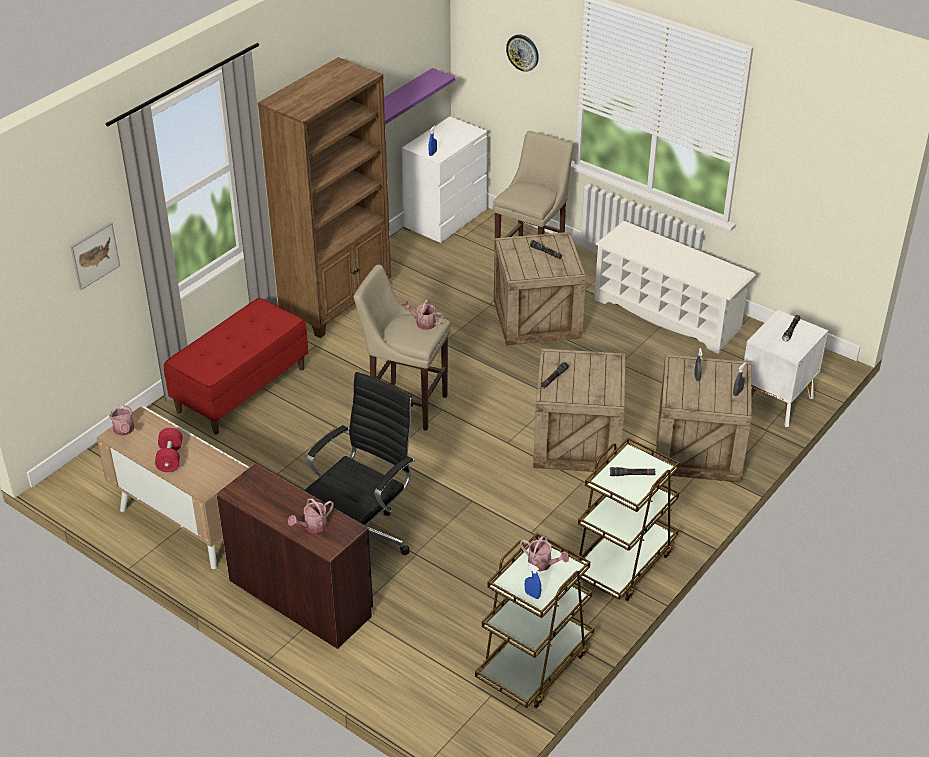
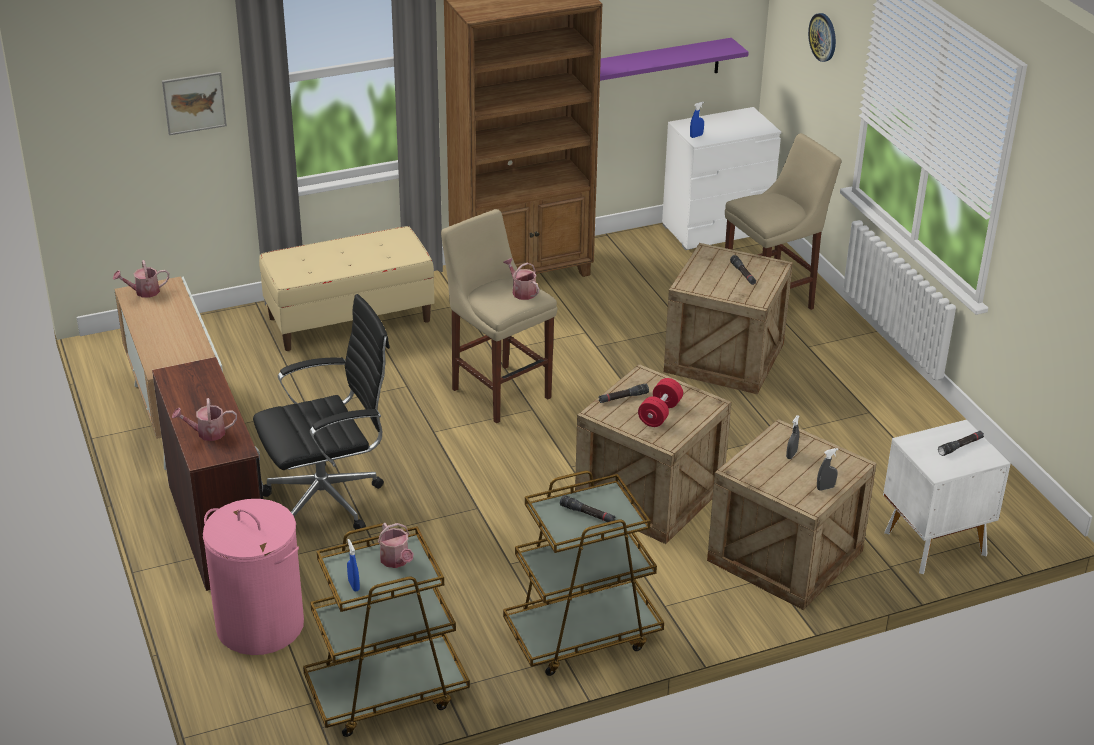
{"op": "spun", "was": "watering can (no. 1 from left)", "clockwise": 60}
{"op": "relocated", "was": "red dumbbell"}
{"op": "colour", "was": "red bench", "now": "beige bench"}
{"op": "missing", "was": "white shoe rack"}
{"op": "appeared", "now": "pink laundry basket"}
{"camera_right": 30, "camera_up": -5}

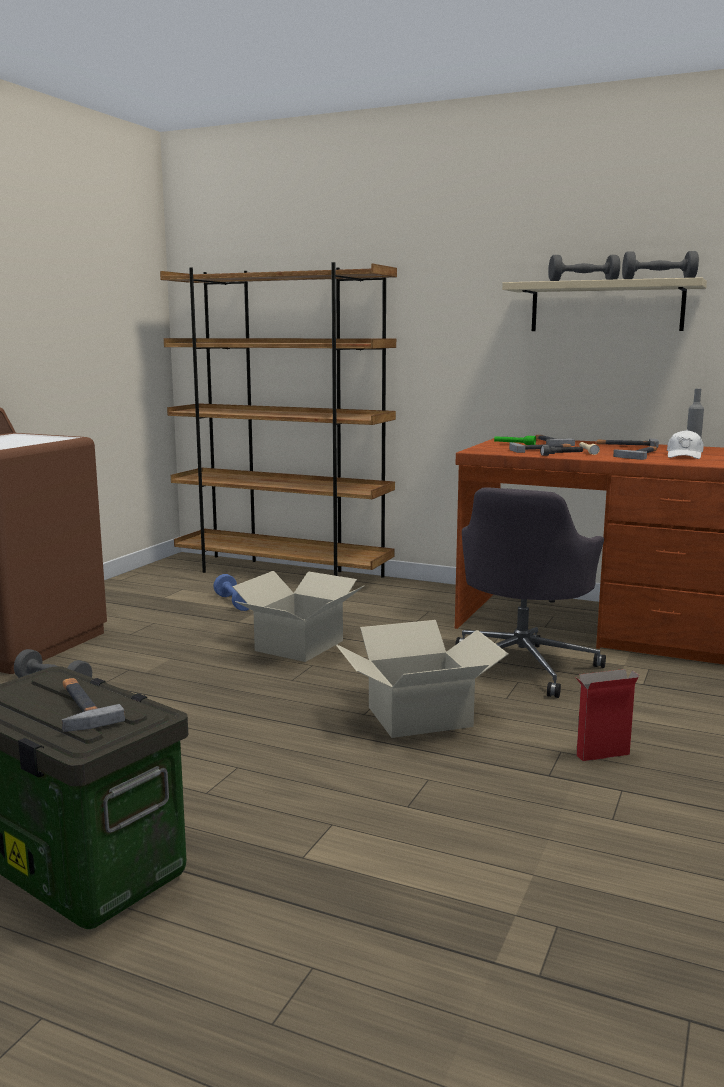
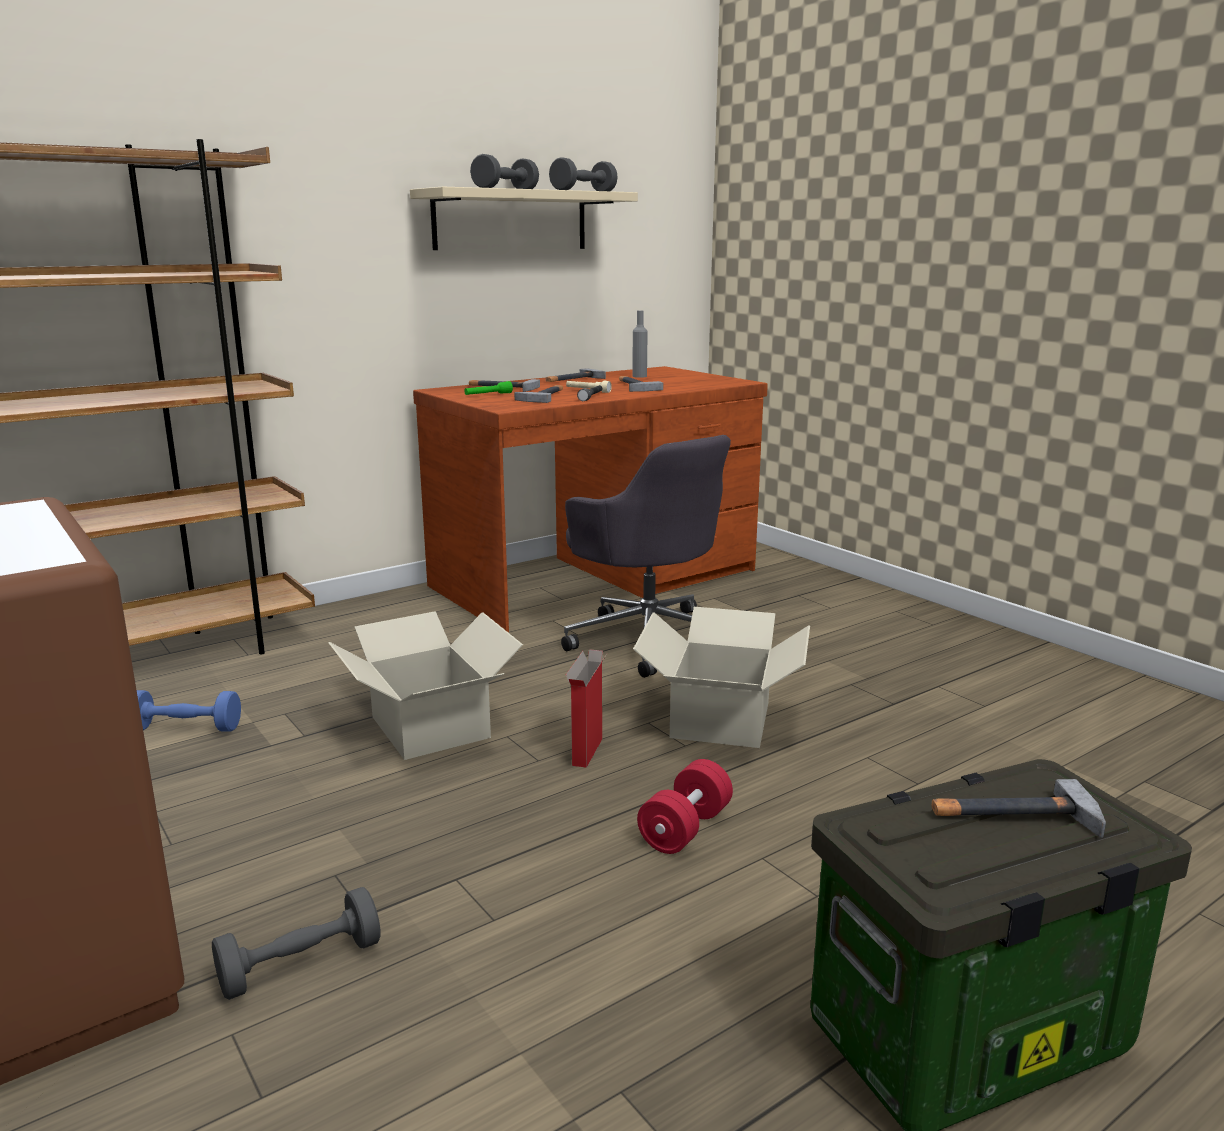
{"op": "relocated", "was": "cardboard box (no. 3 from left in the first image)", "now": "cardboard box (no. 2 from left)"}
{"op": "missing", "was": "white cap"}
{"op": "appeared", "now": "red dumbbell"}
{"camera_right": -60, "camera_up": 5}

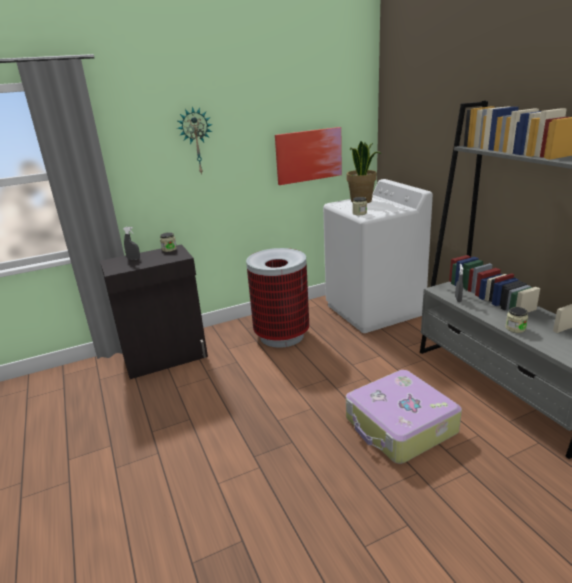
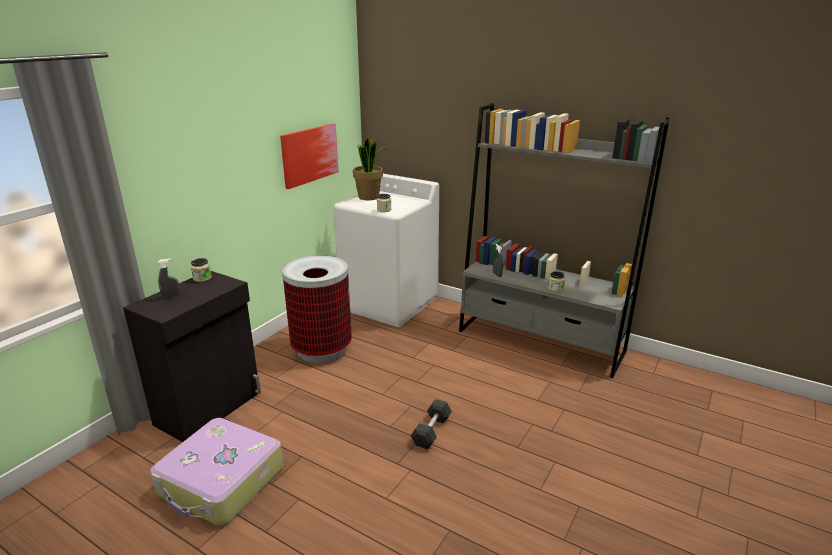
{"op": "missing", "was": "wall clock"}
{"op": "relocated", "was": "suitcase"}
{"op": "appeared", "now": "grey dumbbell"}
{"camera_right": -35, "camera_up": 0}

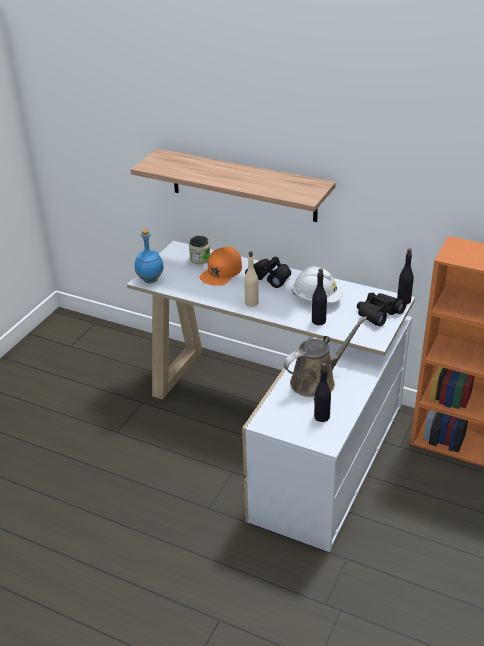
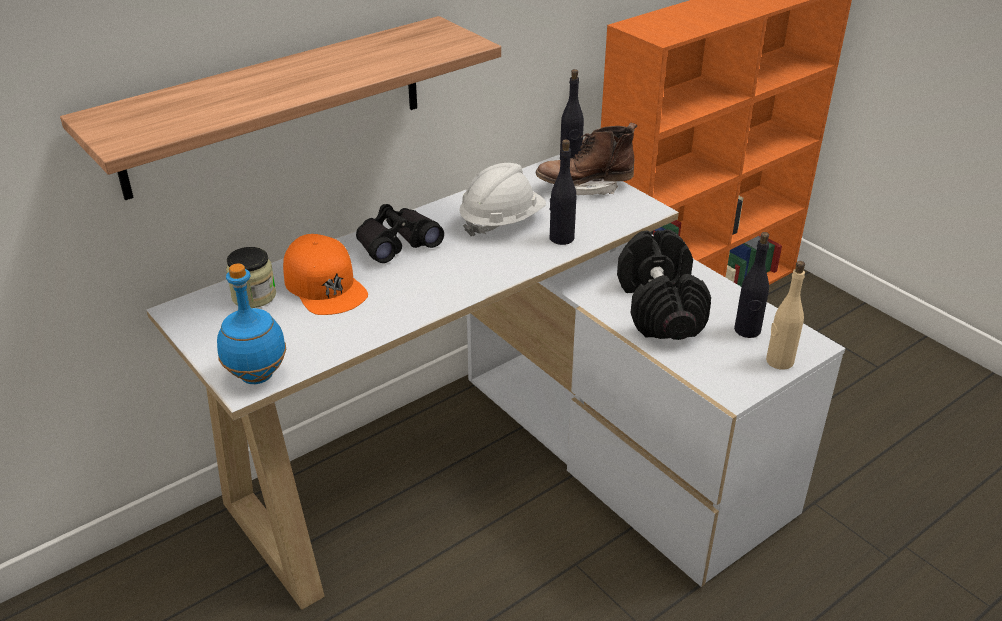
{"op": "relocated", "was": "beige bottle"}
{"op": "exchanged", "was": "brown watering can", "now": "black dumbbell"}
{"op": "exchanged", "was": "black binoculars (no. 2 from left)", "now": "brown boot"}
{"camera_right": -65, "camera_up": 0}

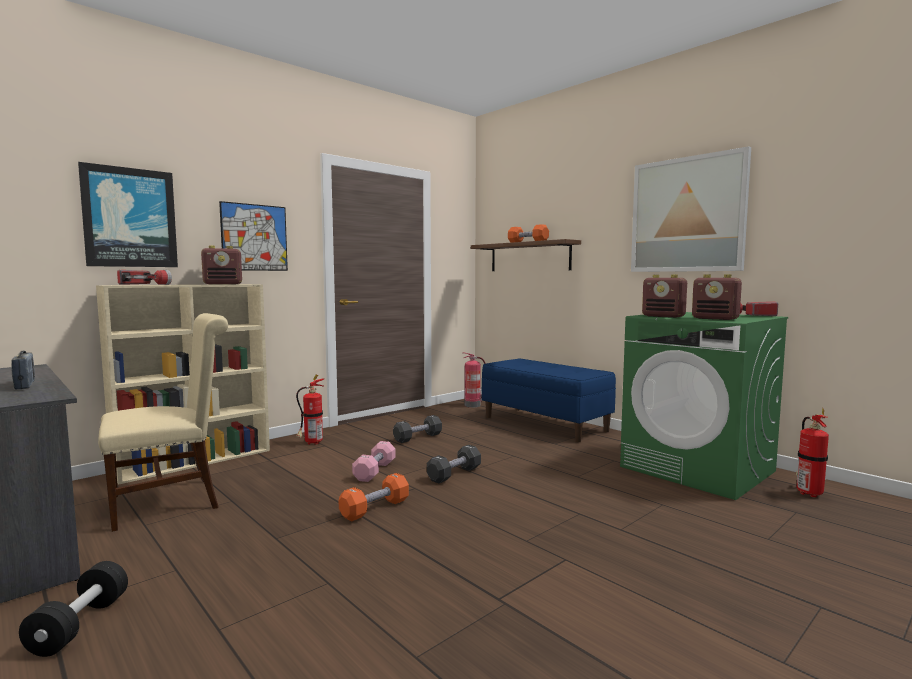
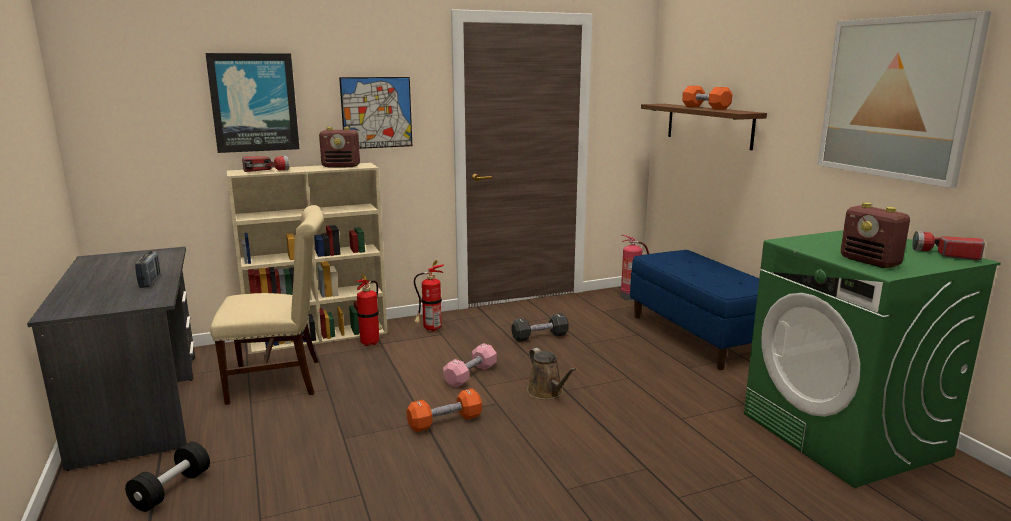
{"op": "exchanged", "was": "black dumbbell (no. 3 from left)", "now": "brown watering can"}
{"op": "missing", "was": "radio (no. 3 from left)"}
{"op": "relocated", "was": "fire extinguisher (no. 3 from left in the first image)", "now": "fire extinguisher (no. 1 from left)"}
{"camera_right": 20, "camera_up": 10}

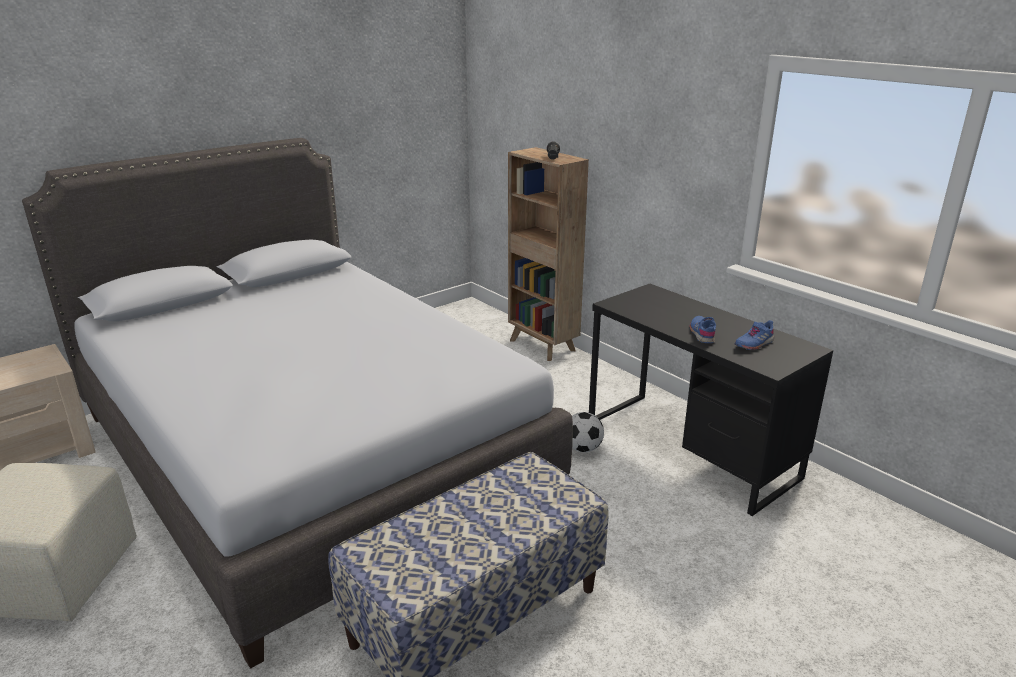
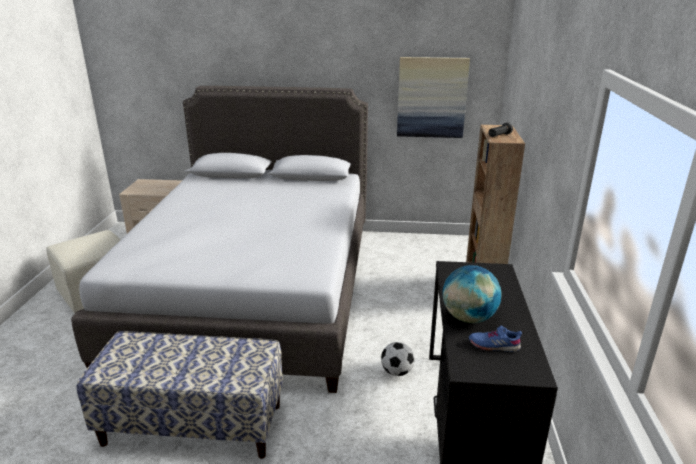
{"op": "exchanged", "was": "blue shoe (no. 1 from left)", "now": "globe"}
{"op": "appeared", "now": "picture"}
{"camera_right": 45, "camera_up": 0}

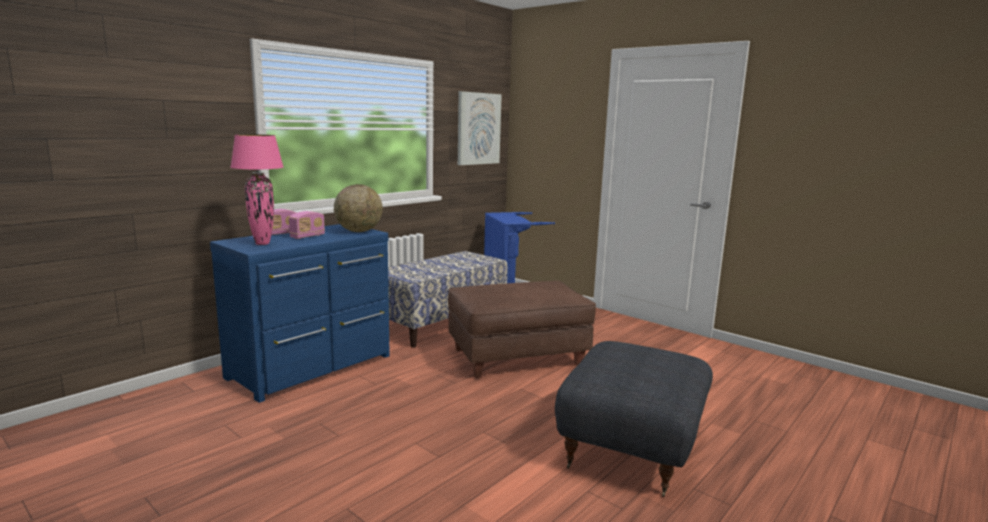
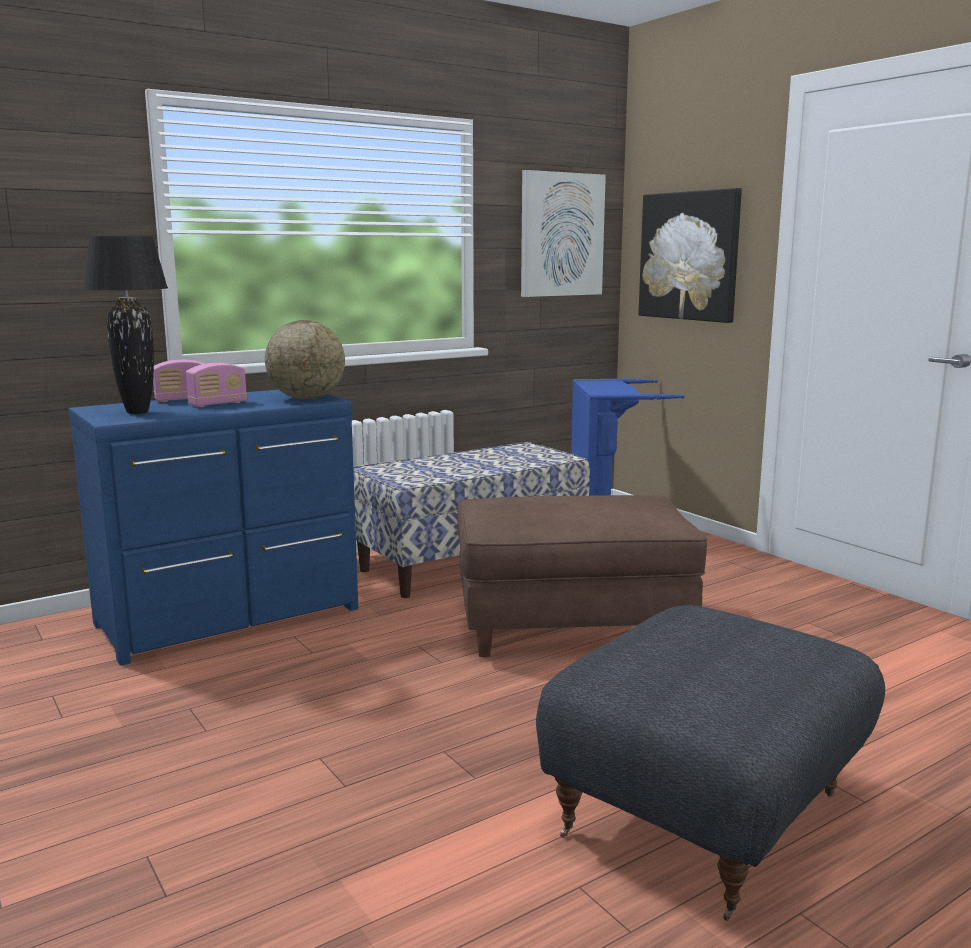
{"op": "colour", "was": "pink table lamp", "now": "black table lamp"}
{"op": "appeared", "now": "picture (no. 2 from left)"}
{"camera_right": 15, "camera_up": 0}

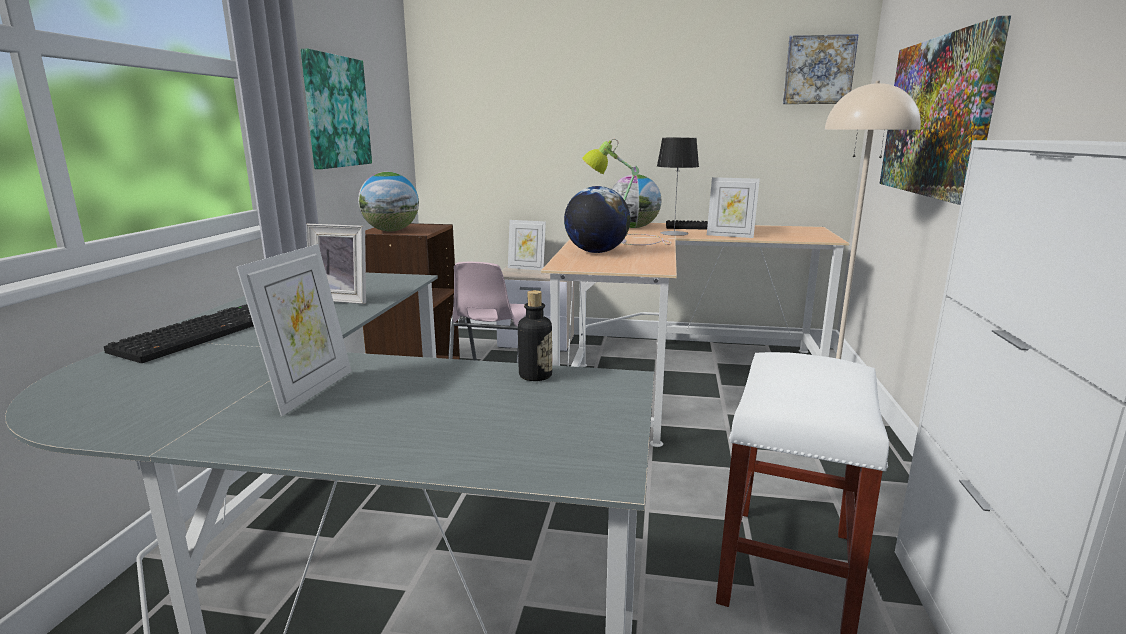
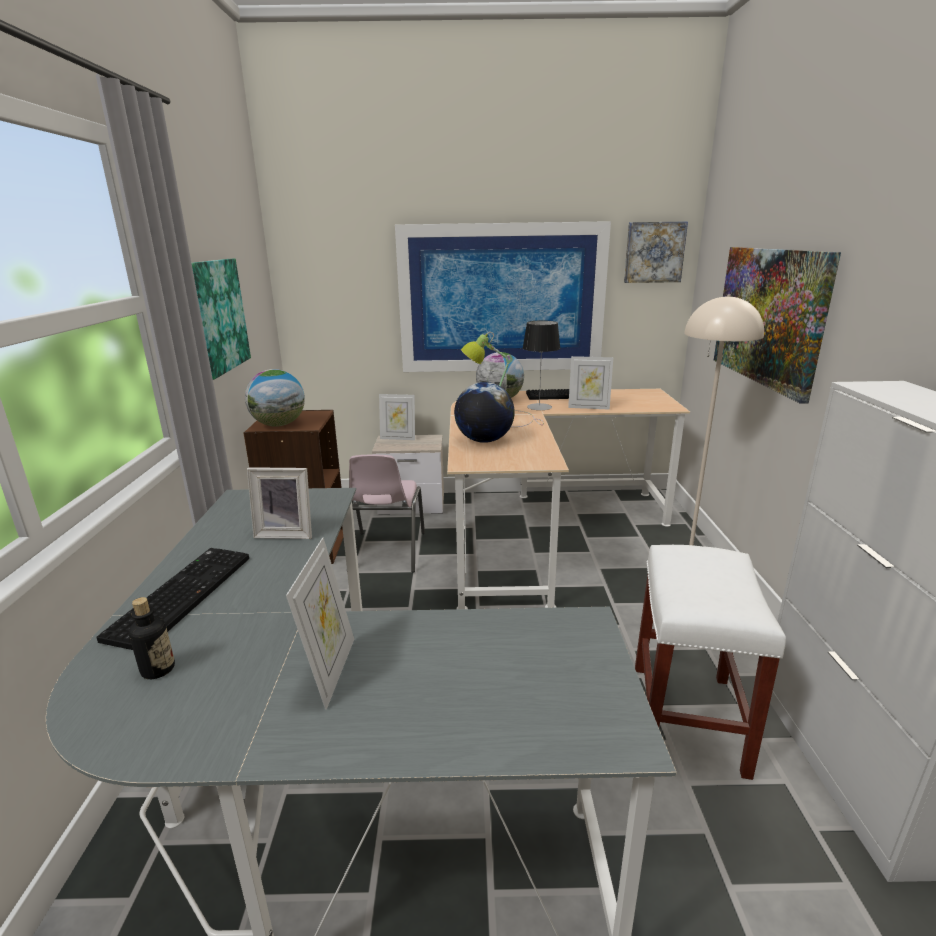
{"op": "relocated", "was": "bottle"}
{"op": "appeared", "now": "picture (no. 2 from left)"}
{"camera_right": -10, "camera_up": 5}

